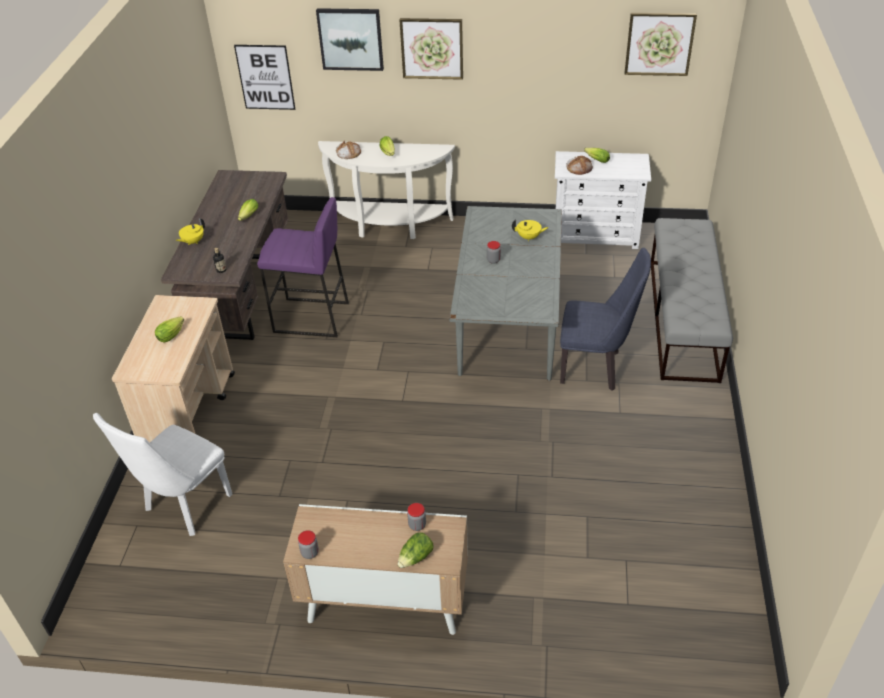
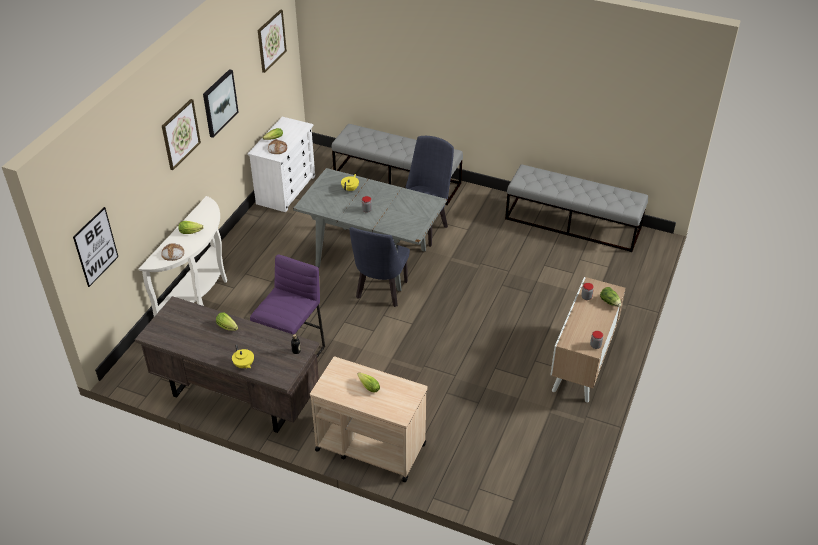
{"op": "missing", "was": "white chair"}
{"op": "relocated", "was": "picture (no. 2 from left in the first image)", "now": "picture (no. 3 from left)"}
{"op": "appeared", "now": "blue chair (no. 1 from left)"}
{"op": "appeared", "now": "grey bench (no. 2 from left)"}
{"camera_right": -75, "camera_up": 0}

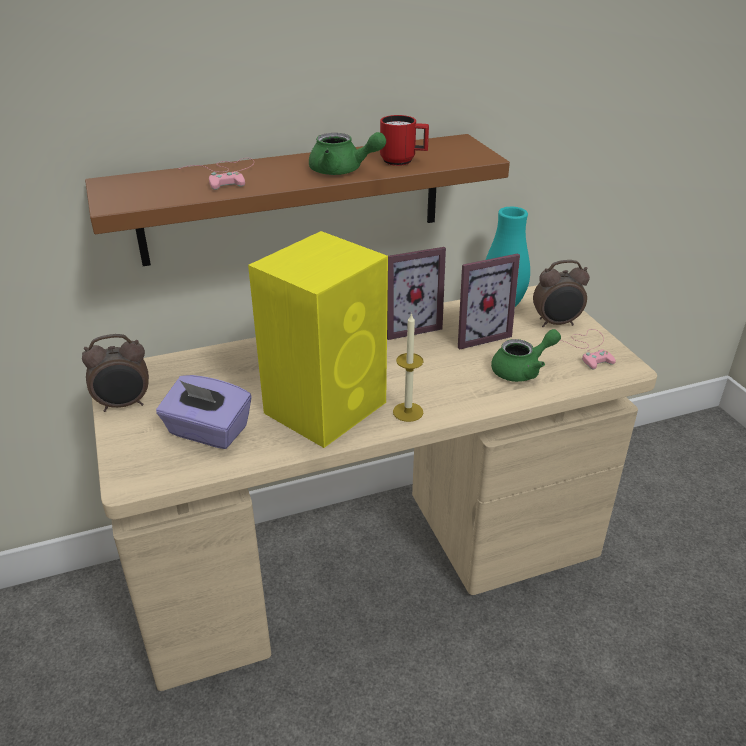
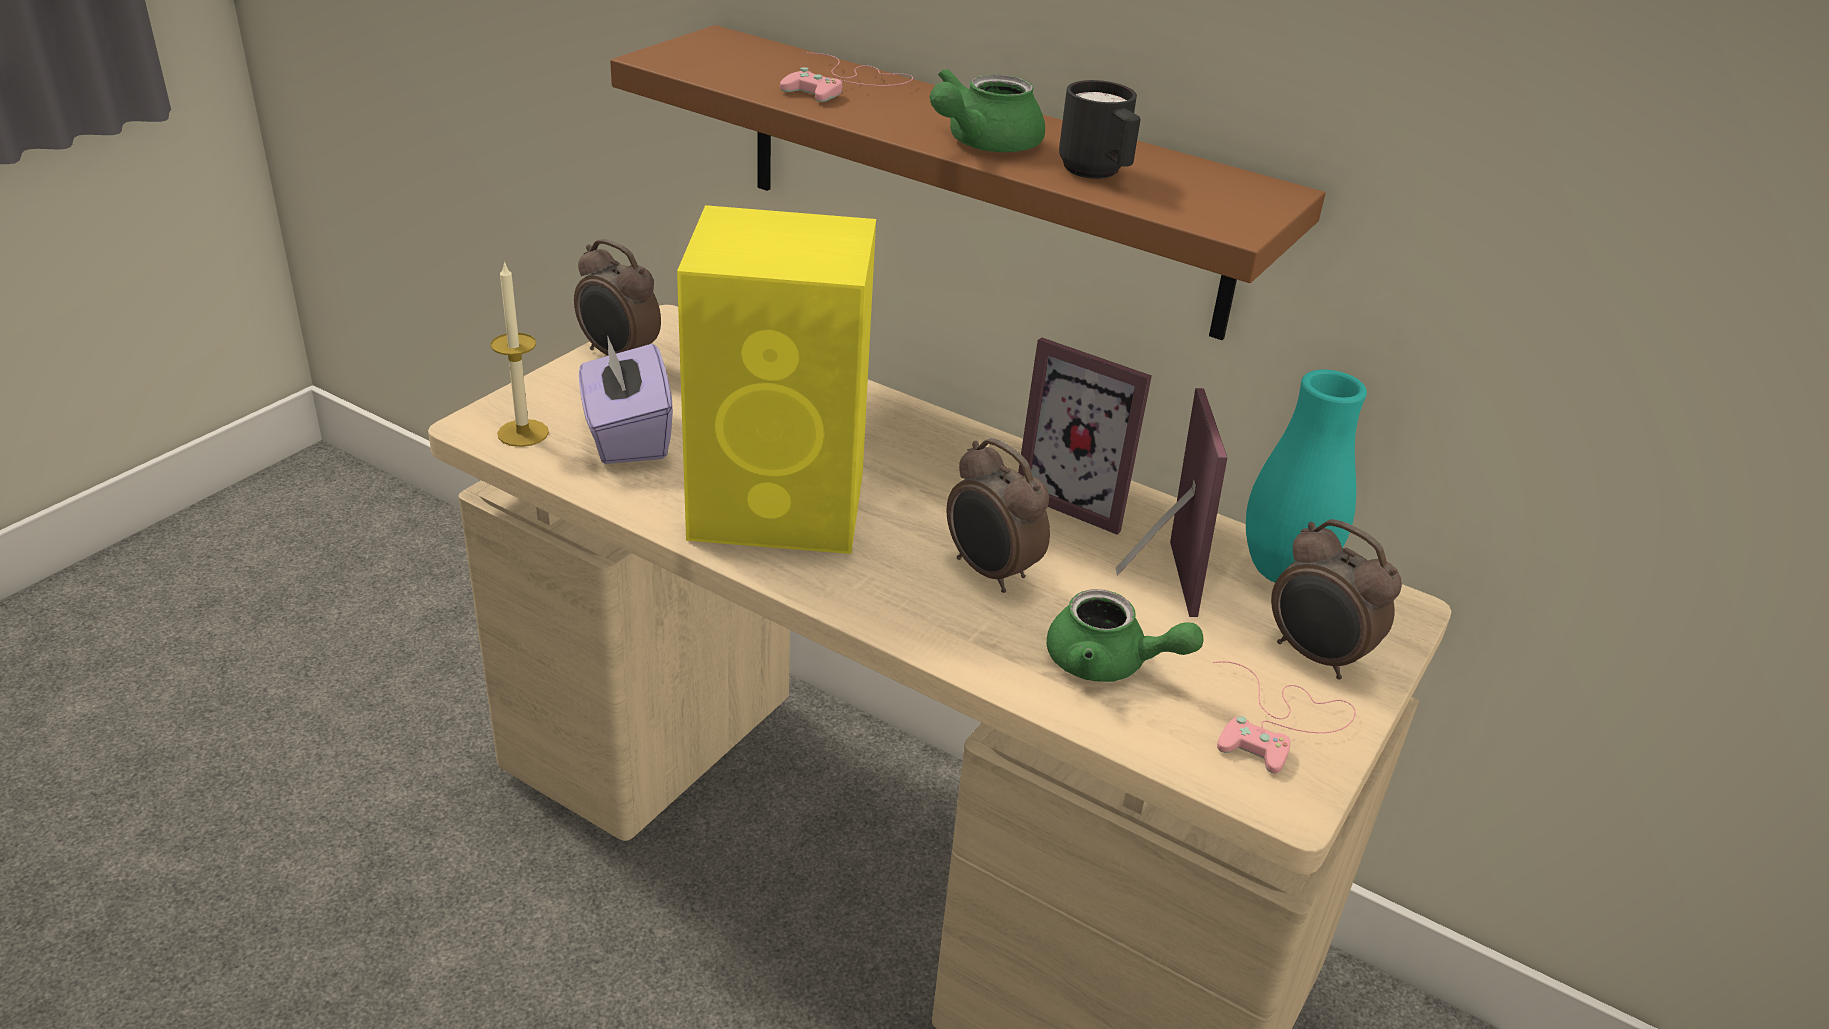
{"op": "spun", "was": "green teapot (no. 1 from left)", "clockwise": 60}
{"op": "colour", "was": "red mug", "now": "black mug"}
{"op": "relocated", "was": "candle"}
{"op": "spun", "was": "picture frame (no. 2 from left)", "clockwise": -120}
{"op": "appeared", "now": "alarm clock (no. 2 from left)"}
{"camera_right": 50, "camera_up": 0}

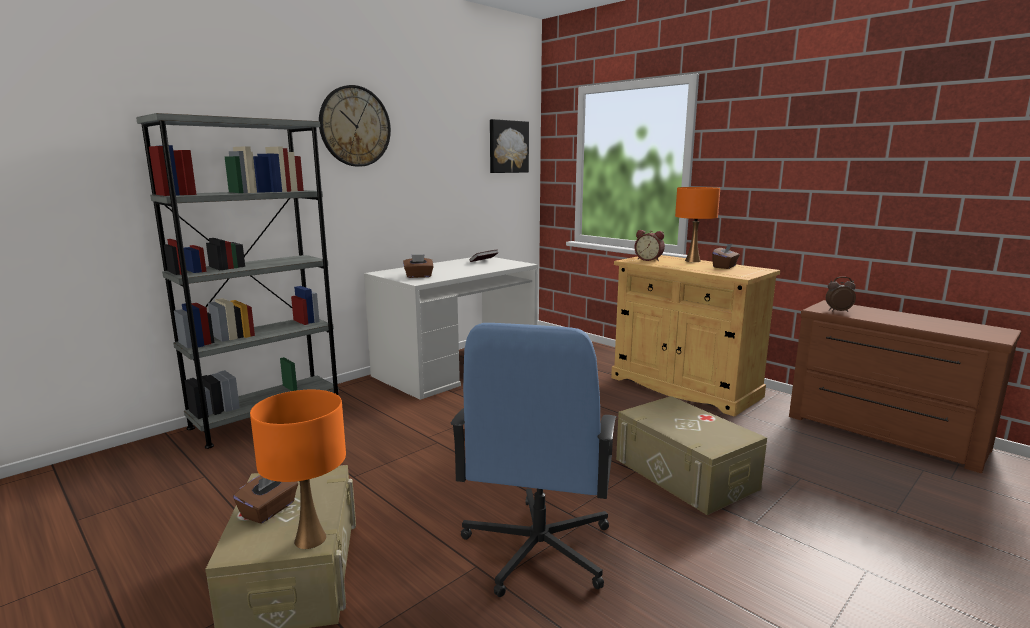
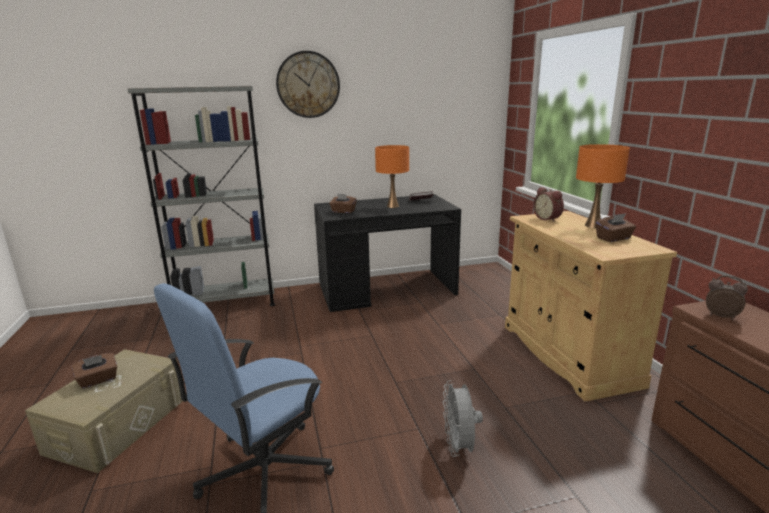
{"op": "relocated", "was": "orange table lamp (no. 1 from left)"}
{"op": "colour", "was": "white desk", "now": "black desk"}
{"op": "missing", "was": "picture"}
{"op": "exchanged", "was": "beige storage box (no. 2 from left)", "now": "grey fan"}
{"camera_right": 30, "camera_up": 5}

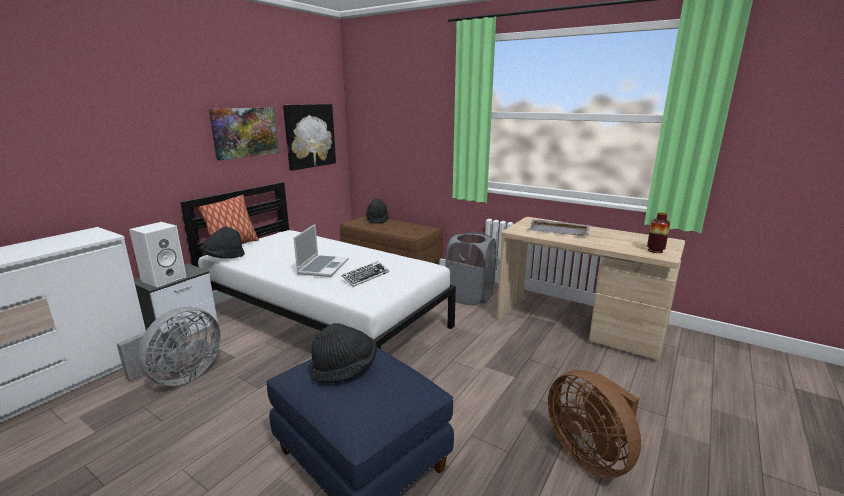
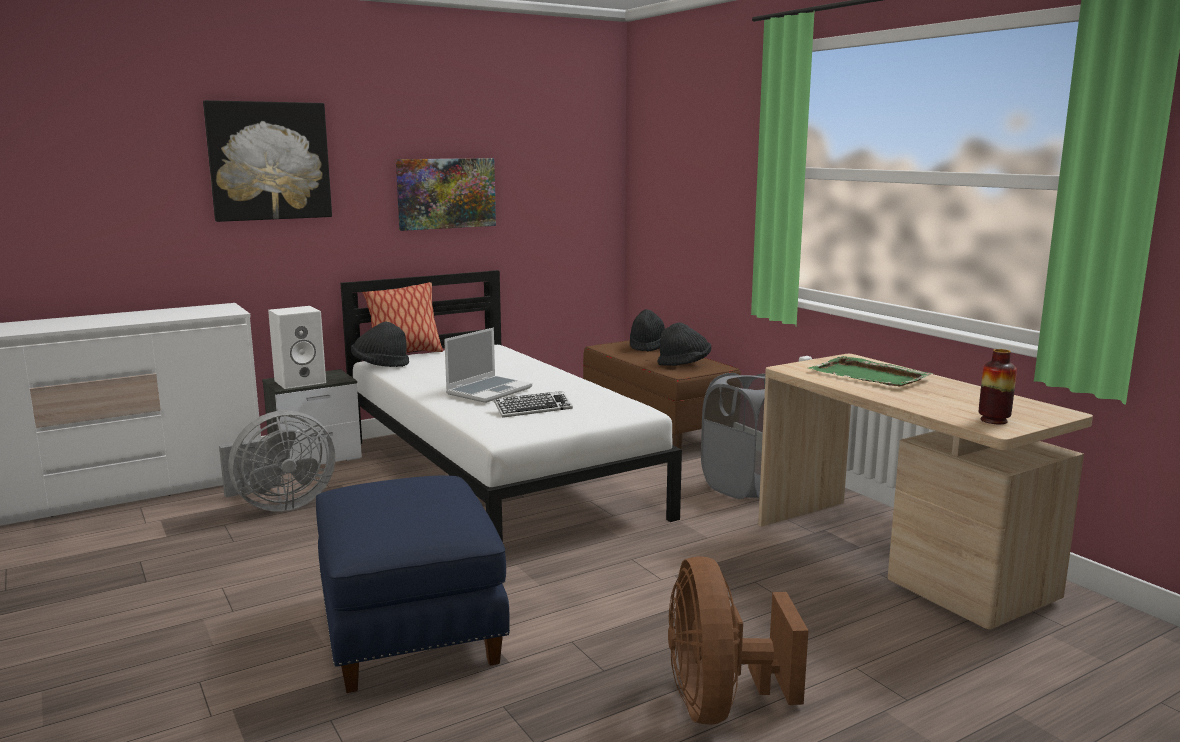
{"op": "relocated", "was": "picture (no. 2 from left in the first image)", "now": "picture (no. 1 from left)"}
{"op": "relocated", "was": "black hat (no. 2 from left in the first image)", "now": "black hat (no. 3 from left)"}
{"op": "colour", "was": "grey tray", "now": "green tray"}
{"camera_right": 25, "camera_up": -5}

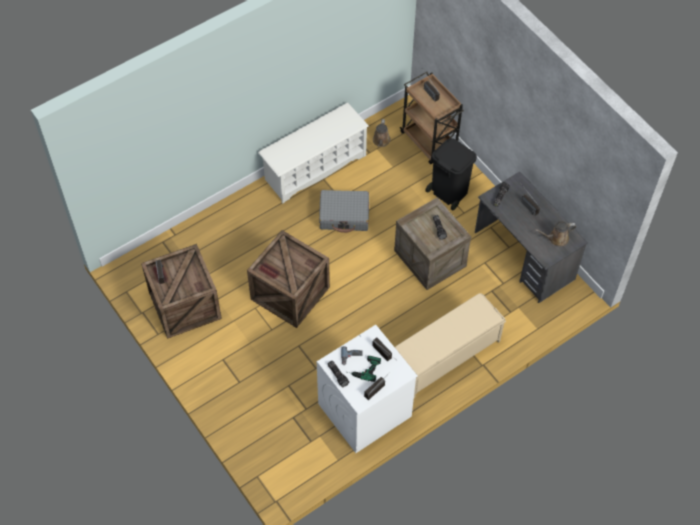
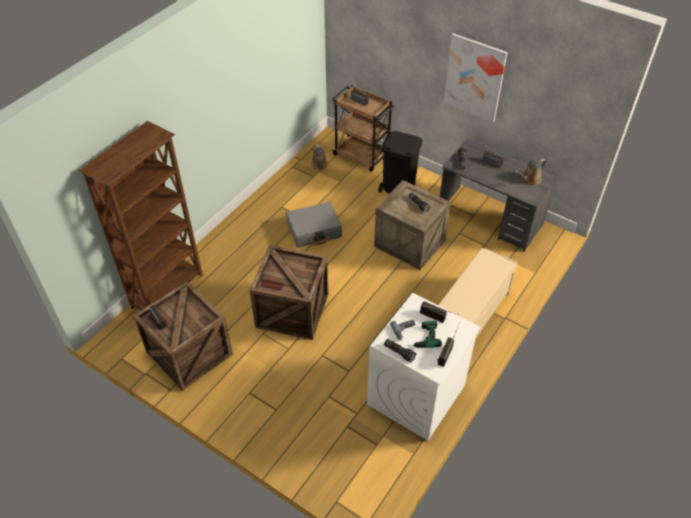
{"op": "missing", "was": "white shoe rack"}
{"op": "appeared", "now": "brown bookcase"}
{"op": "appeared", "now": "picture"}
{"camera_right": -20, "camera_up": -10}

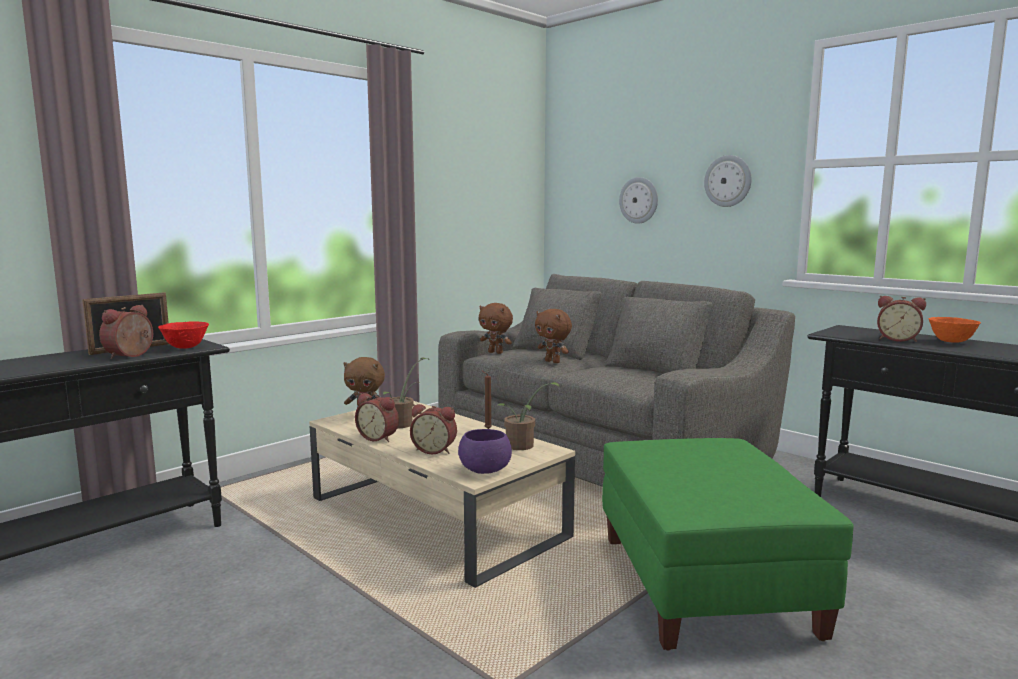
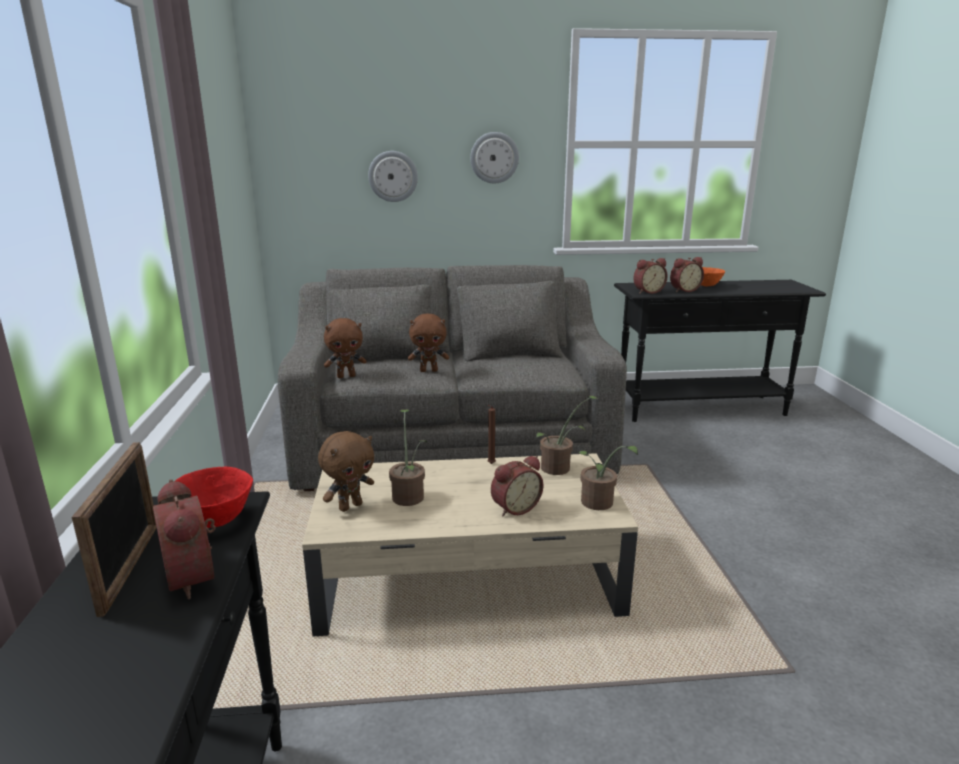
{"op": "relocated", "was": "alarm clock (no. 2 from left in the first image)", "now": "alarm clock (no. 3 from left)"}
{"op": "exchanged", "was": "purple bowl", "now": "potted plant (no. 3 from left)"}
{"op": "missing", "was": "green ottoman"}
{"camera_right": -50, "camera_up": 10}

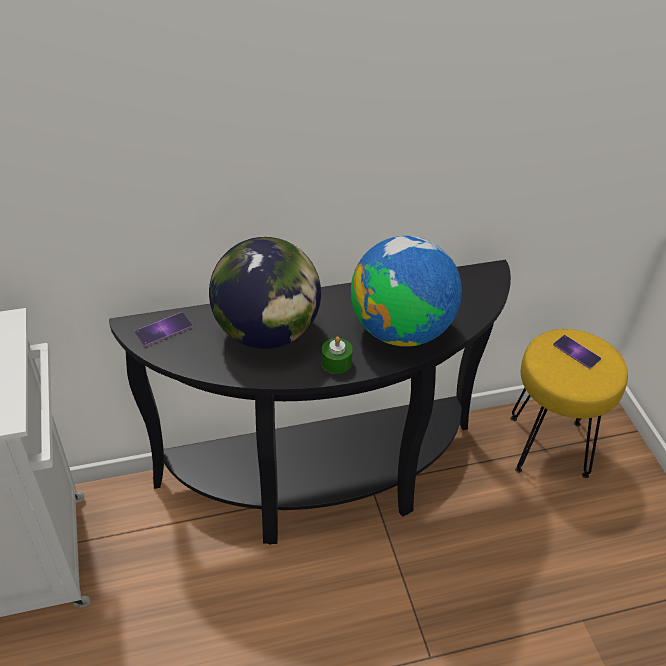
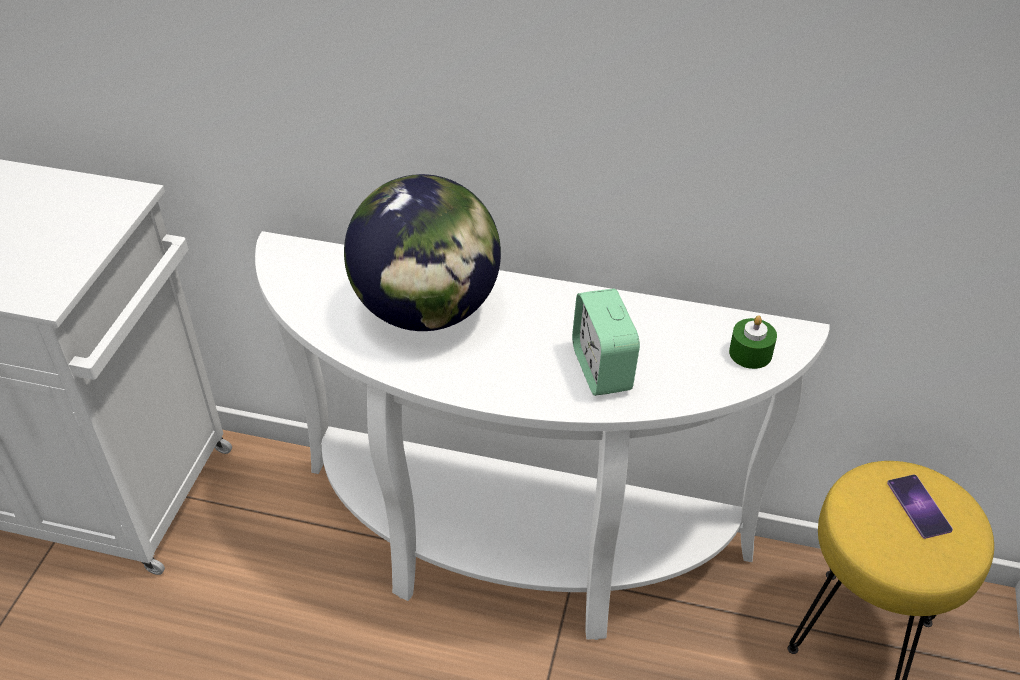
{"op": "colour", "was": "black console table", "now": "white console table"}
{"op": "missing", "was": "phone (no. 1 from left)"}
{"op": "relocated", "was": "green candle"}
{"op": "exchanged", "was": "globe (no. 2 from left)", "now": "alarm clock"}
{"camera_right": 30, "camera_up": 0}

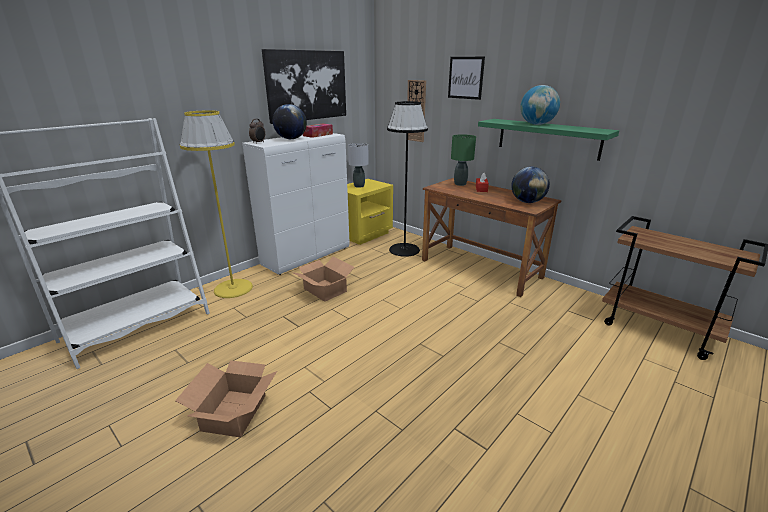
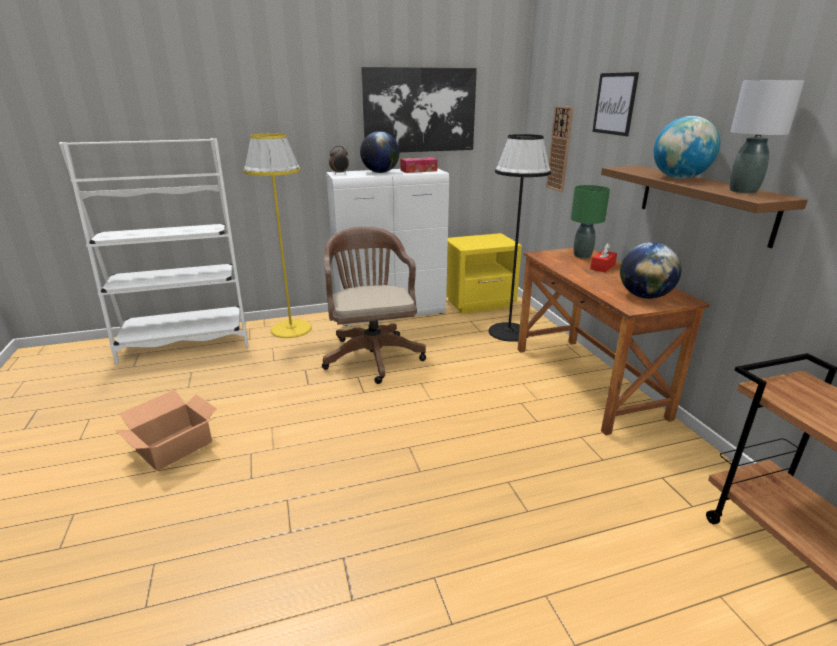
{"op": "exchanged", "was": "cardboard box (no. 2 from left)", "now": "brown office chair"}
{"op": "relocated", "was": "grey table lamp"}
{"op": "colour", "was": "green shelf", "now": "brown shelf"}
{"camera_right": 30, "camera_up": 0}

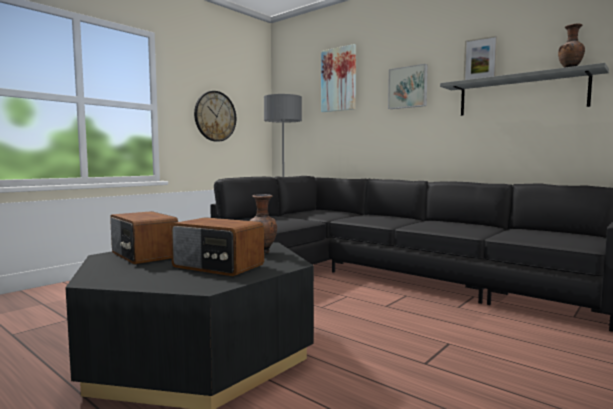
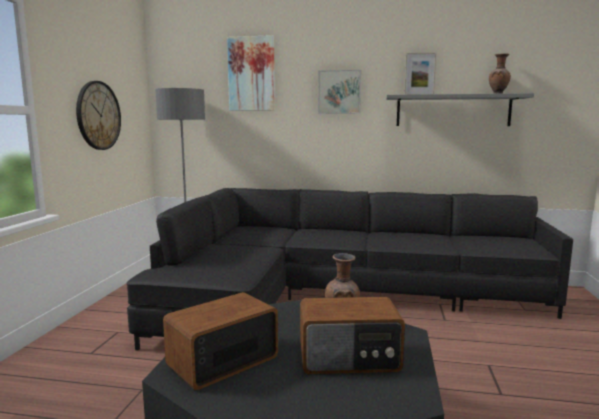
{"op": "spun", "was": "radio (no. 1 from left)", "clockwise": 120}
{"camera_right": -30, "camera_up": 5}

